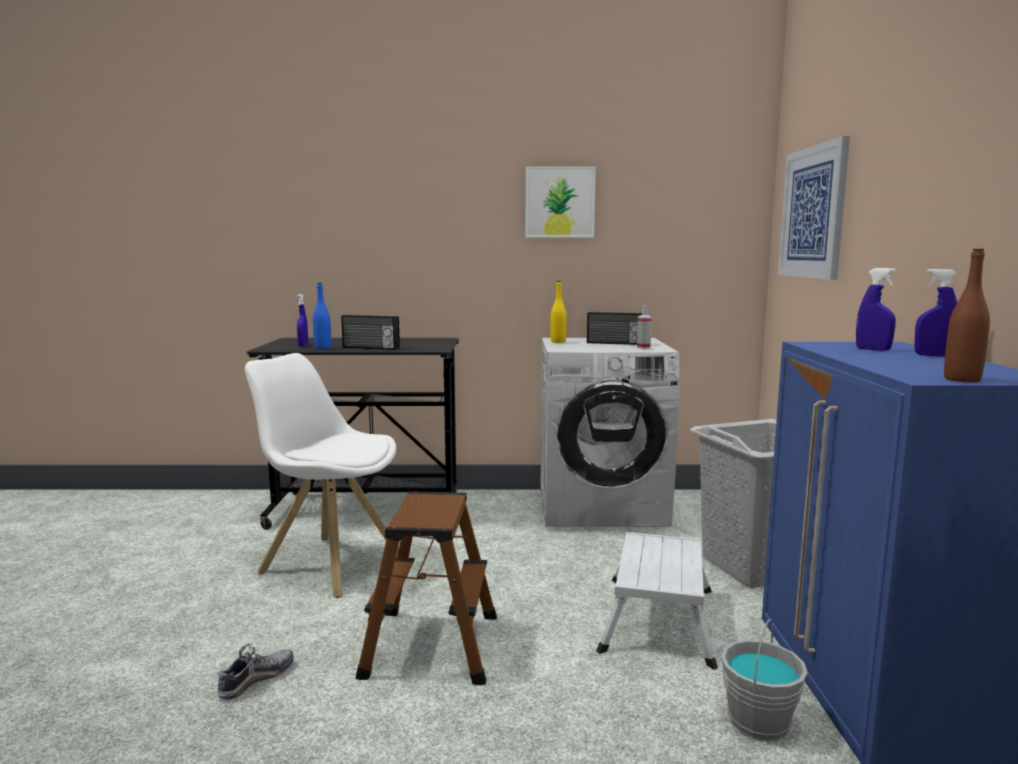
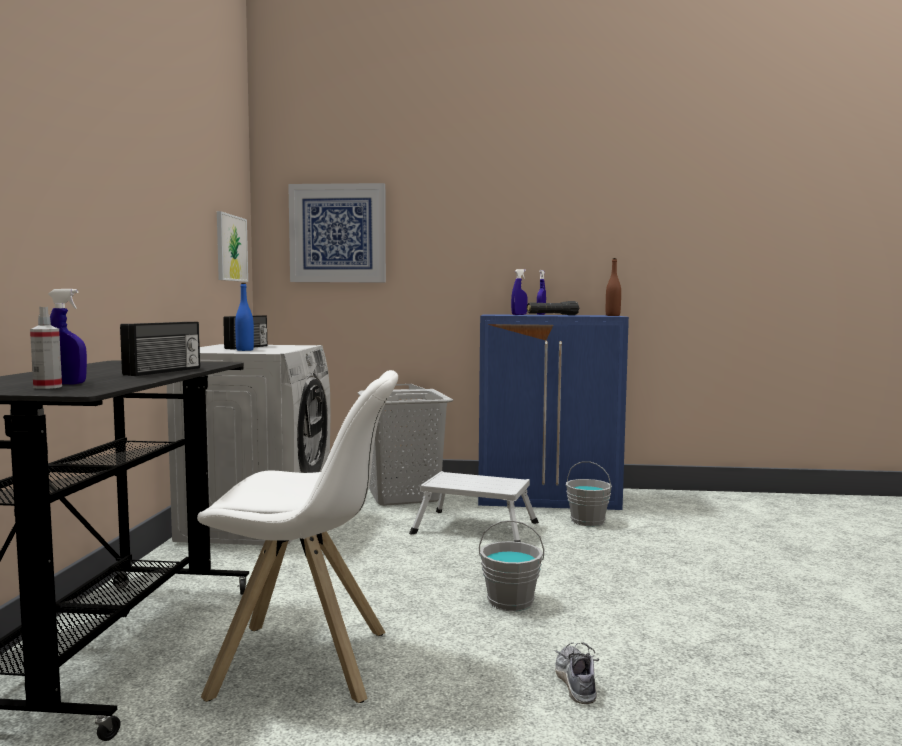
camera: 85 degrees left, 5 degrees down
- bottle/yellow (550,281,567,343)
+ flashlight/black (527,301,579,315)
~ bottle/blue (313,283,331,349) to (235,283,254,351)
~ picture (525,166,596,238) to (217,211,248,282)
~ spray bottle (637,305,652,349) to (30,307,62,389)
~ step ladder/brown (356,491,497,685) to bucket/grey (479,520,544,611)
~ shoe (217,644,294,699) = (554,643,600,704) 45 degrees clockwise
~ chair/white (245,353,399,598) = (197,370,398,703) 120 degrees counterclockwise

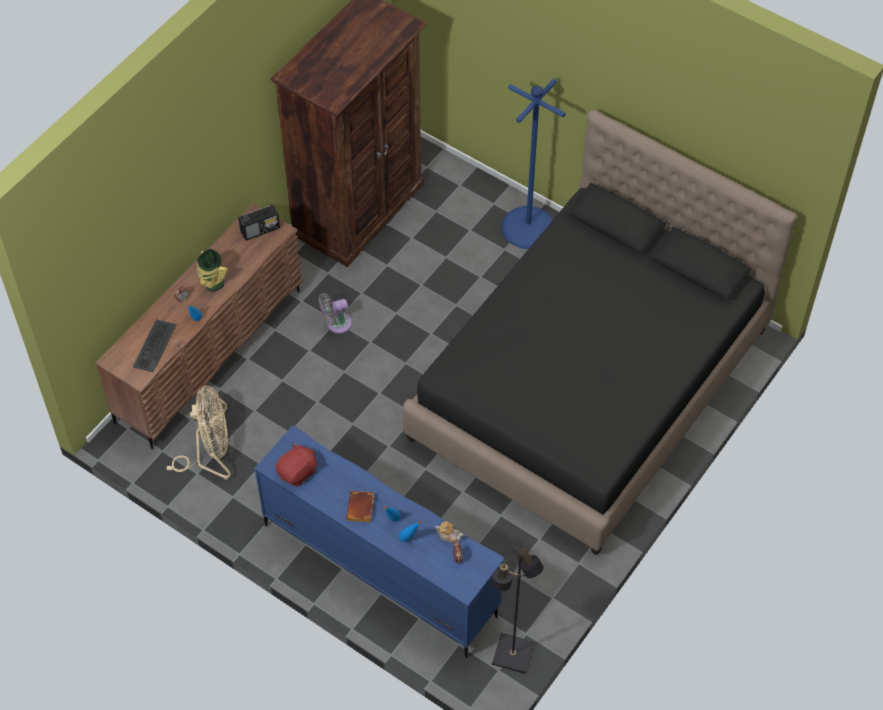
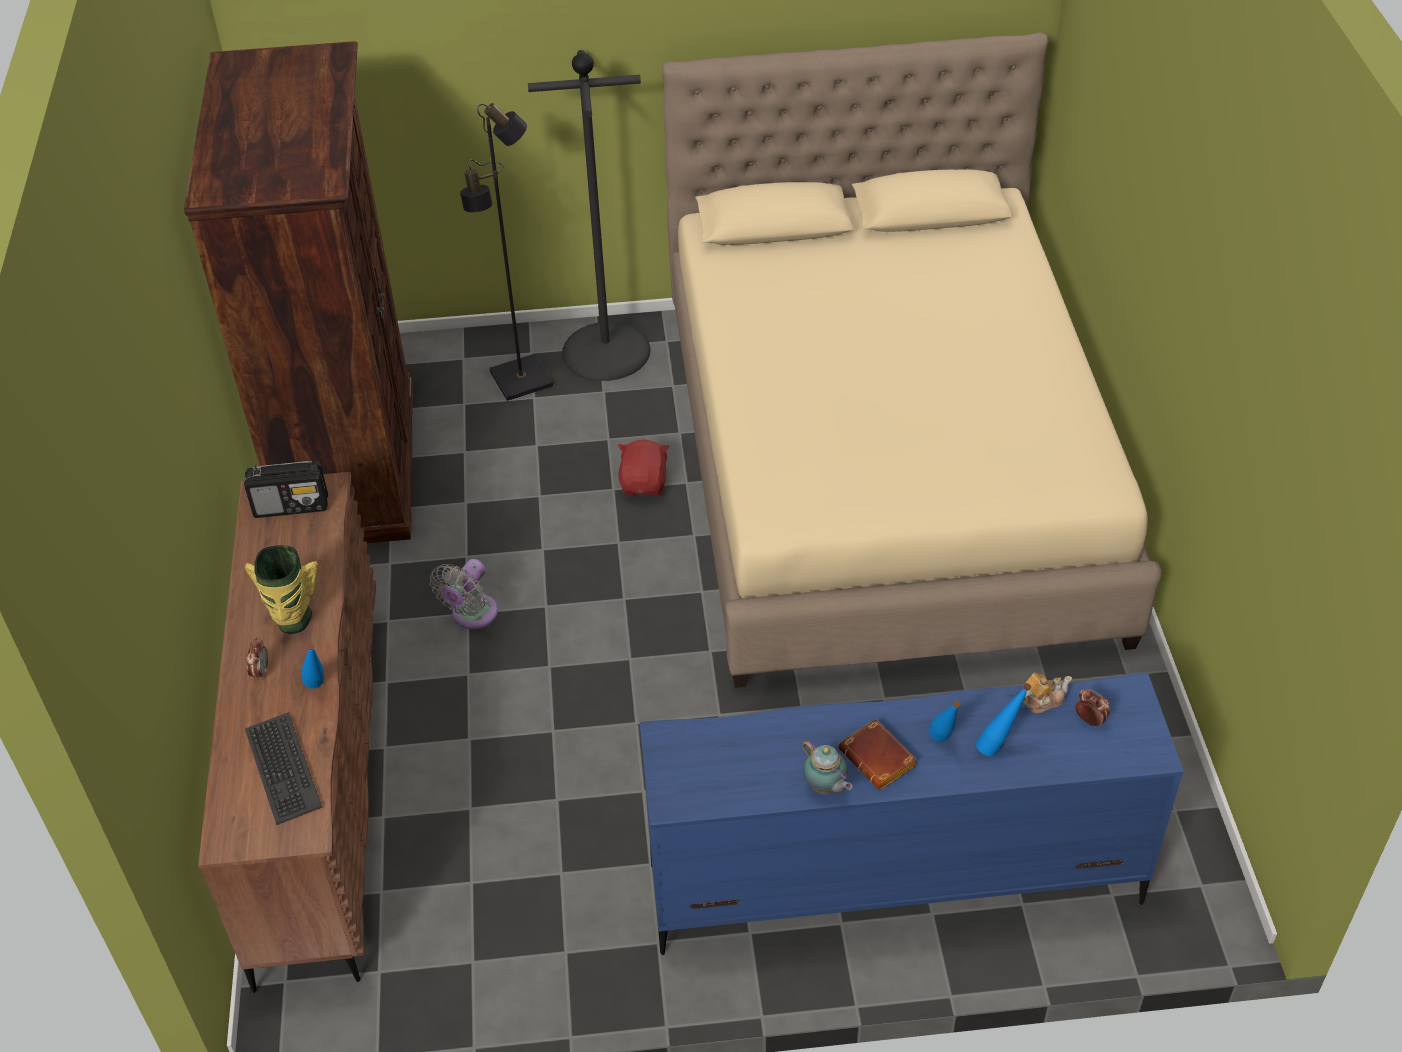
camera: 40 degrees left, 10 degrees down
- fan/beige (165,385,231,480)
+ teapot (802,739,852,794)
~ plush toy/red (275,442,317,487) to (618,440,670,496)
~ floor lamp/black (491,548,544,674) to (460,103,553,401)
~ bed/black (403,110,797,555) to bed/beige (662,33,1161,688)
~ clothes rack/blue (501,79,566,249) to clothes rack/black (528,50,650,381)
~ radio (238,205,280,241) = (244,461,328,518) 60 degrees clockwise

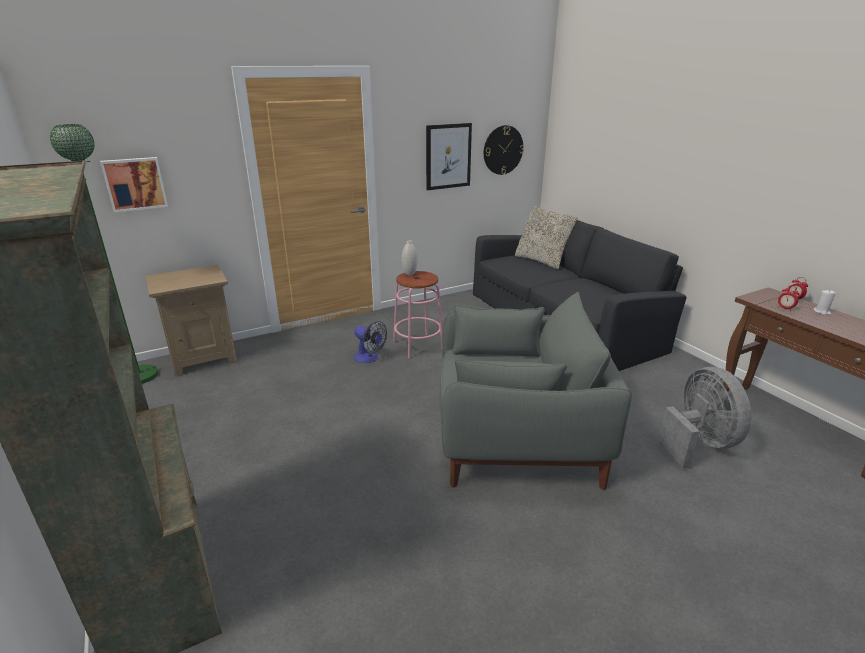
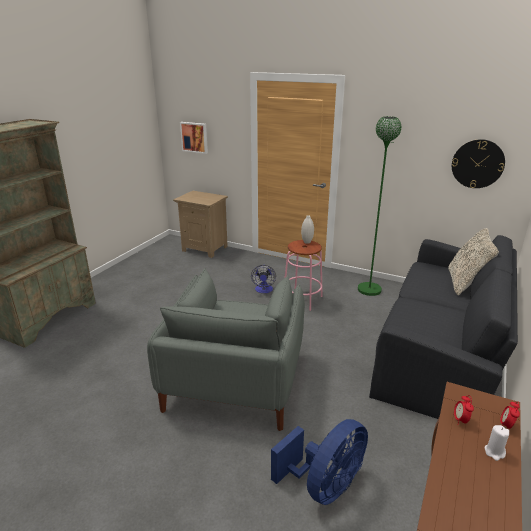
camera: 55 degrees right, 0 degrees up
- picture (426,123,472,190)
~ floor lamp/green (50,124,158,384) to (358,116,401,296)
~ fan/grey (658,367,752,468) to fan/blue (271,419,368,505)
~ armchair/grey (440,292,632,490) = (147,269,305,431) 45 degrees clockwise

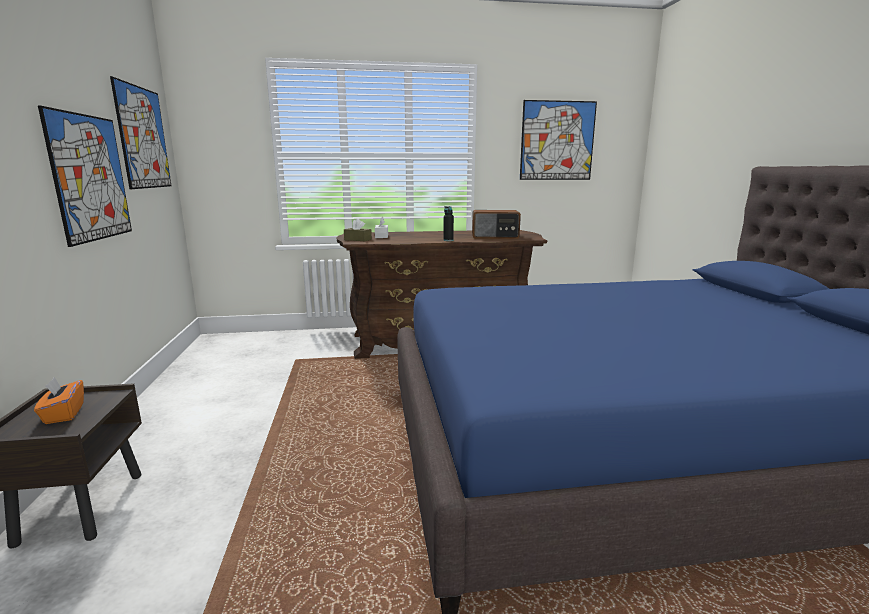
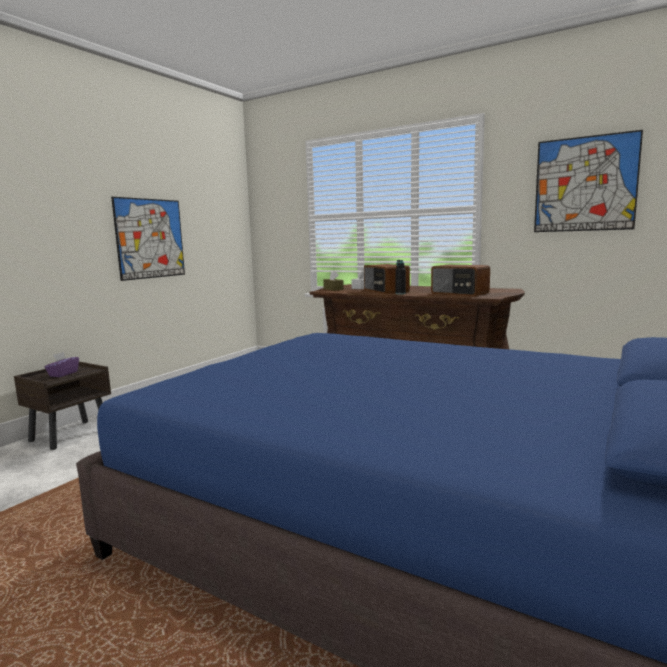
camera: 40 degrees right, 5 degrees down
- picture (110,76,171,189)
+ radio (364,264,410,294)
~ tissue box/orange (34,377,84,424) to tissue box/purple (44,352,79,377)

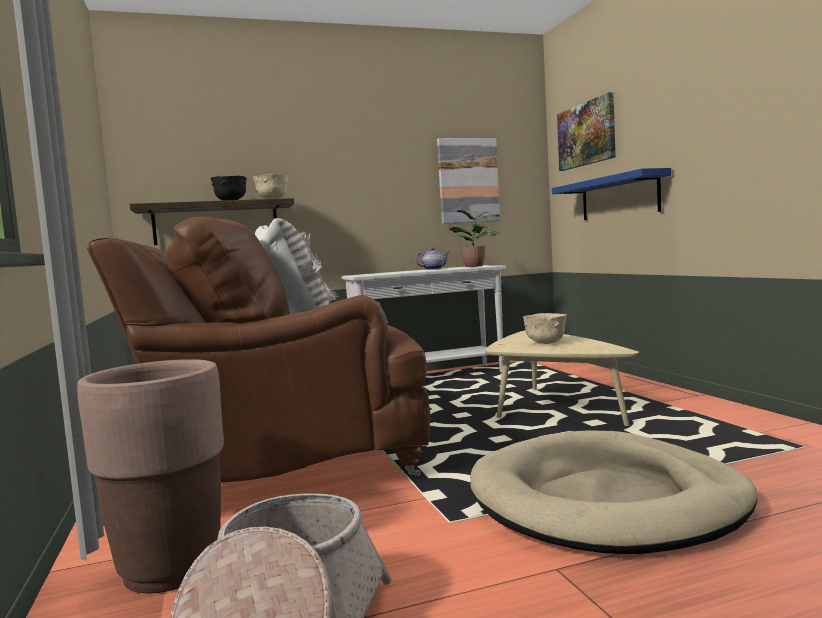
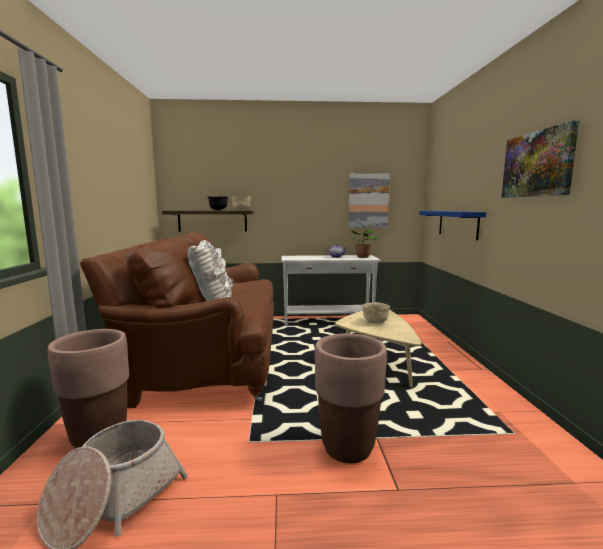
camera: 15 degrees right, 5 degrees up
~ picture (557,92,616,171) to (501,120,579,198)
~ dog bed/beige (470,430,758,554) to planter/brown (315,333,387,463)

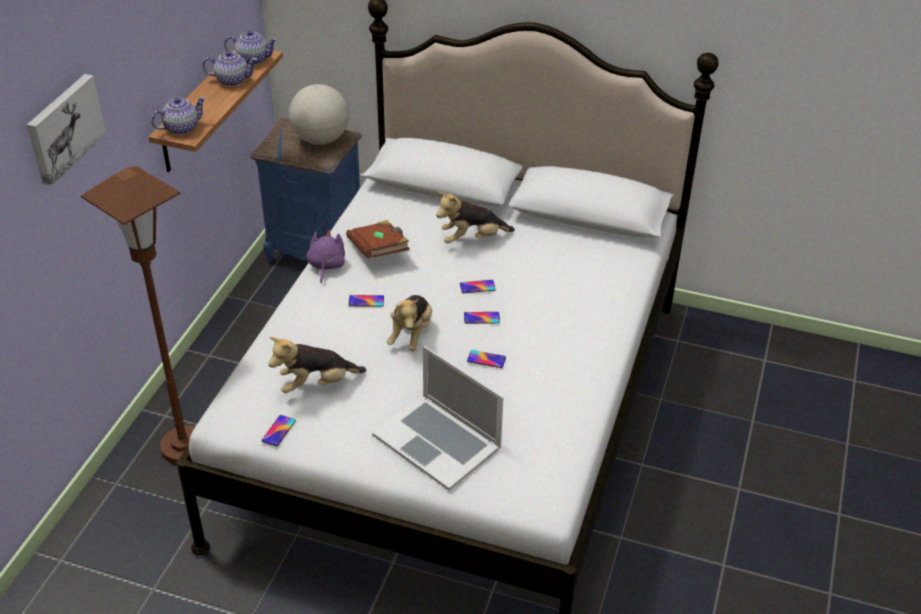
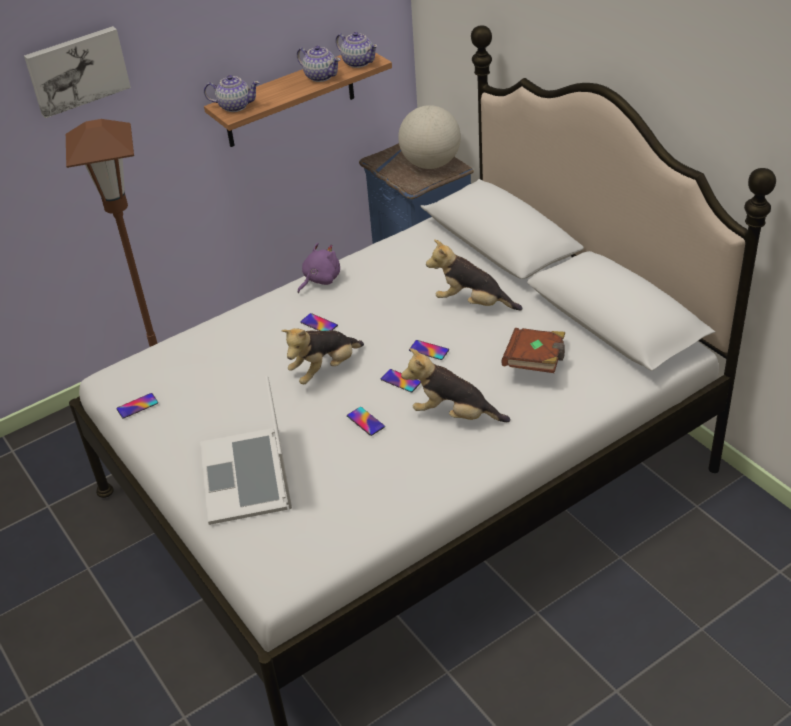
camera: 40 degrees right, 0 degrees up
~ plush toy (269,337,367,393) to (401,348,510,422)
~ book/brown (346,220,409,259) to (501,328,565,373)

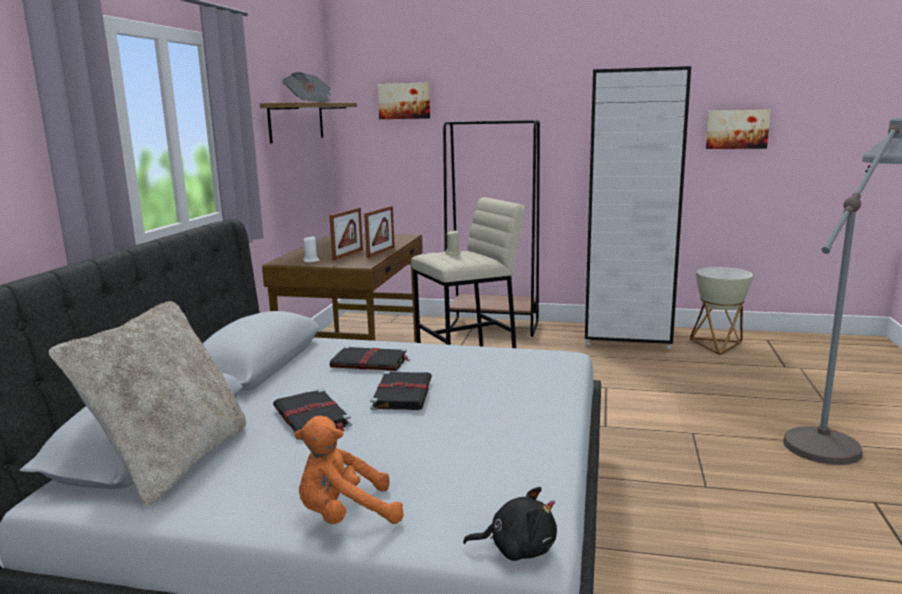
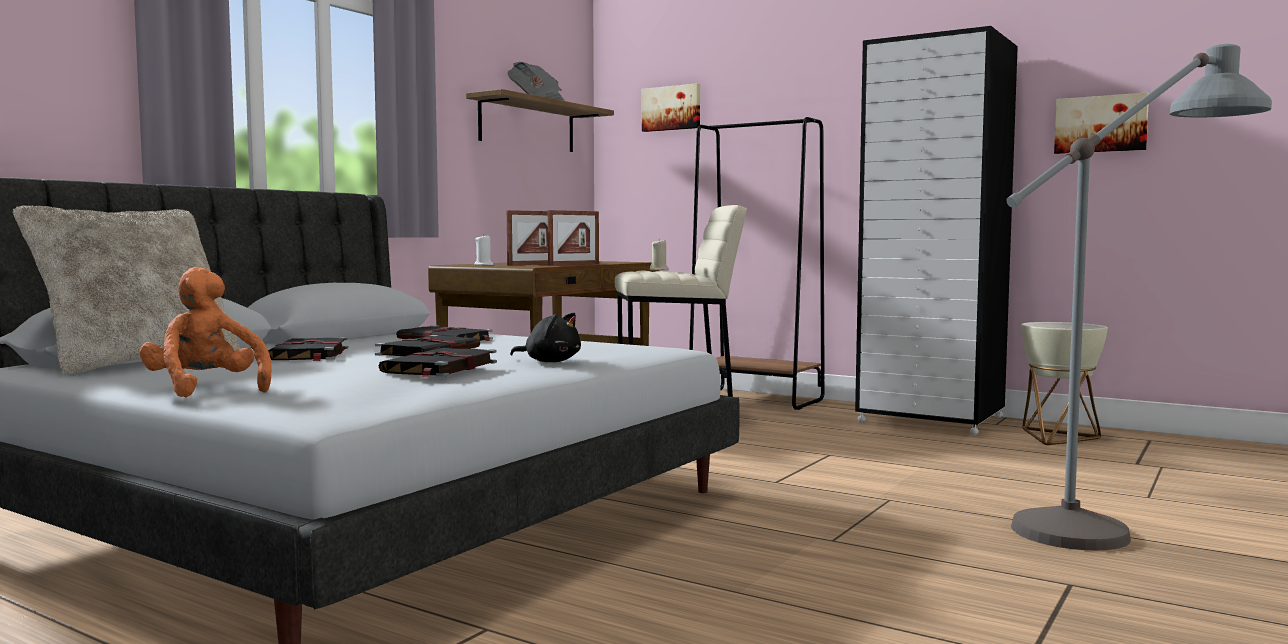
camera: 20 degrees right, 10 degrees down
+ book/black (379,348,497,378)
~ plush toy/black (463,487,557,561) to (510,313,581,362)
~ plush toy/orange (294,416,404,524) = (139,267,272,397) 45 degrees clockwise

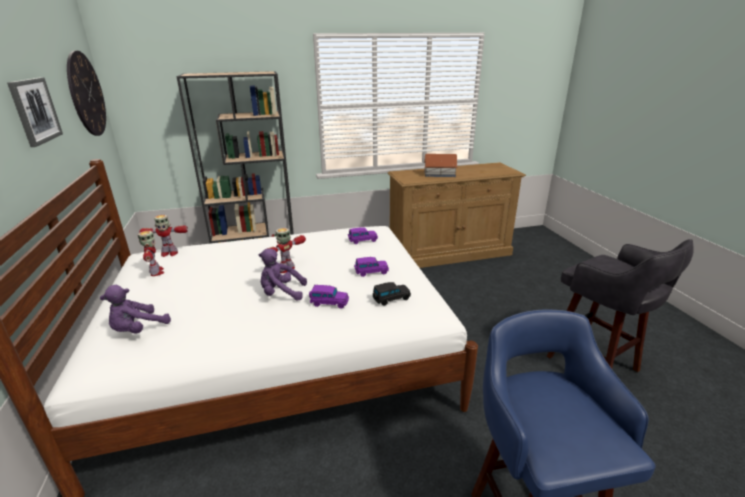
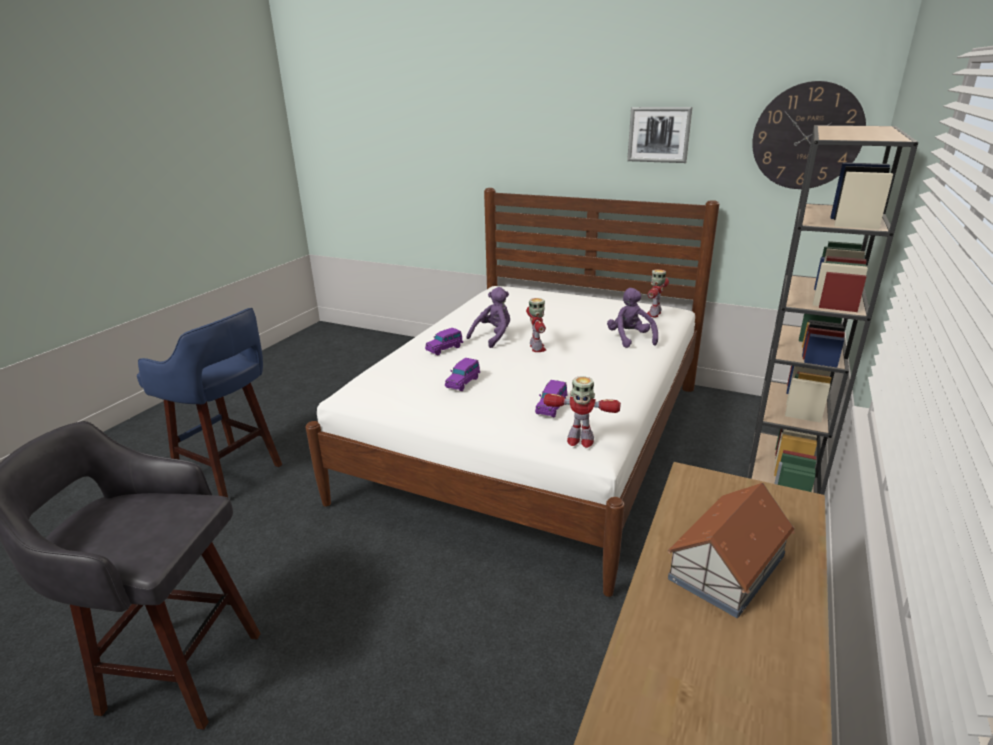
camera: 130 degrees right, 0 degrees up
- toy car/black (373,282,411,306)
~ plush toy/purple (100,285,171,334) to (607,288,658,348)
~ toy robot (138,231,164,276) to (544,376,621,448)

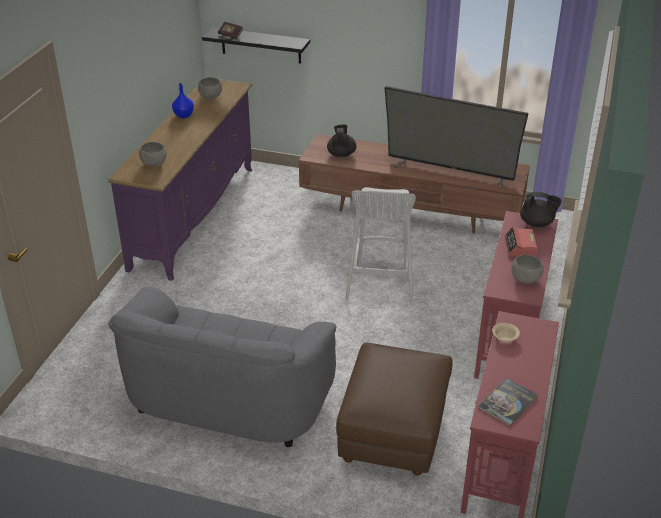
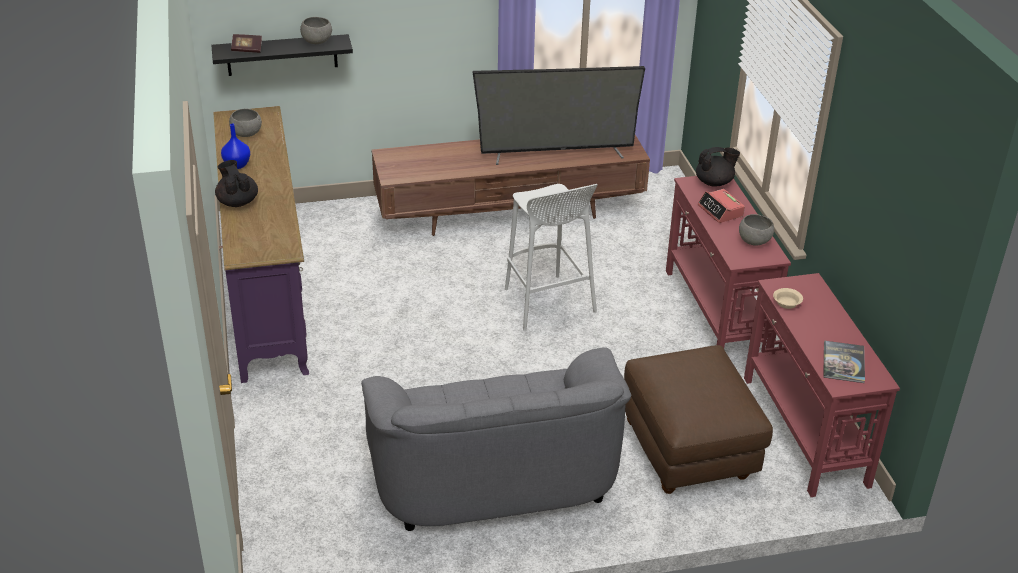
camera: 30 degrees left, 0 degrees up
~ bowl/grey (139,142,167,166) to (300,17,332,44)
~ teapot/black (327,124,357,157) to (215,160,258,207)

